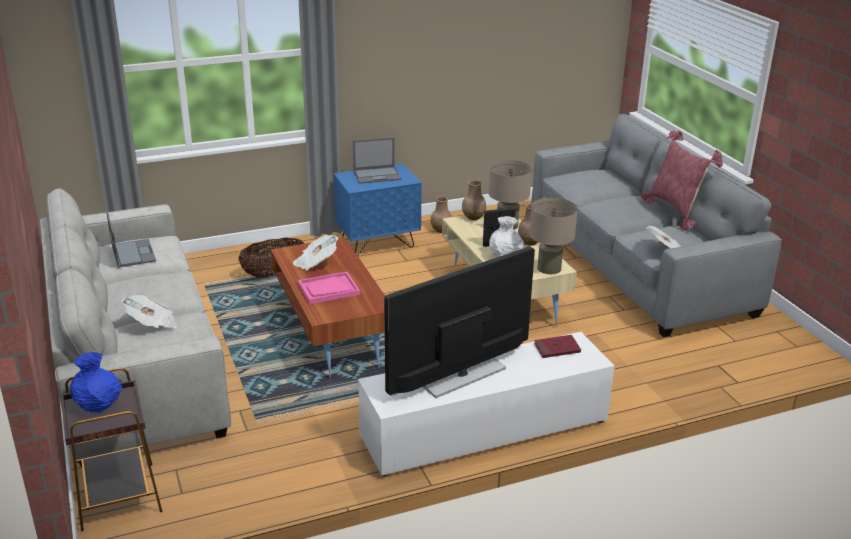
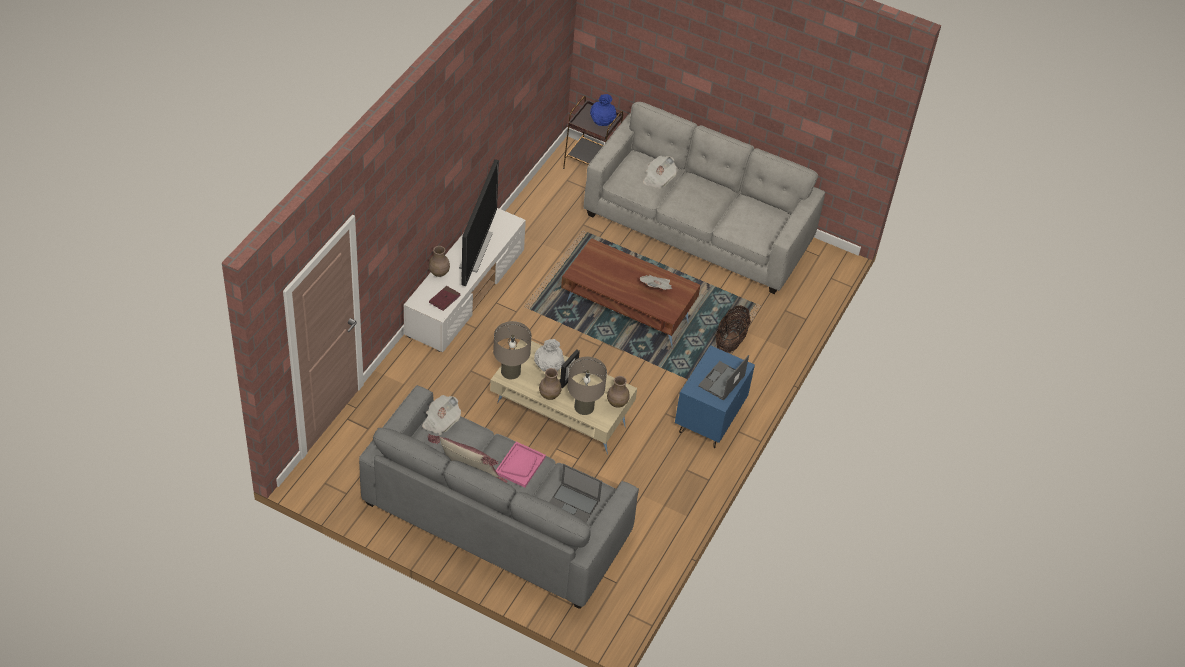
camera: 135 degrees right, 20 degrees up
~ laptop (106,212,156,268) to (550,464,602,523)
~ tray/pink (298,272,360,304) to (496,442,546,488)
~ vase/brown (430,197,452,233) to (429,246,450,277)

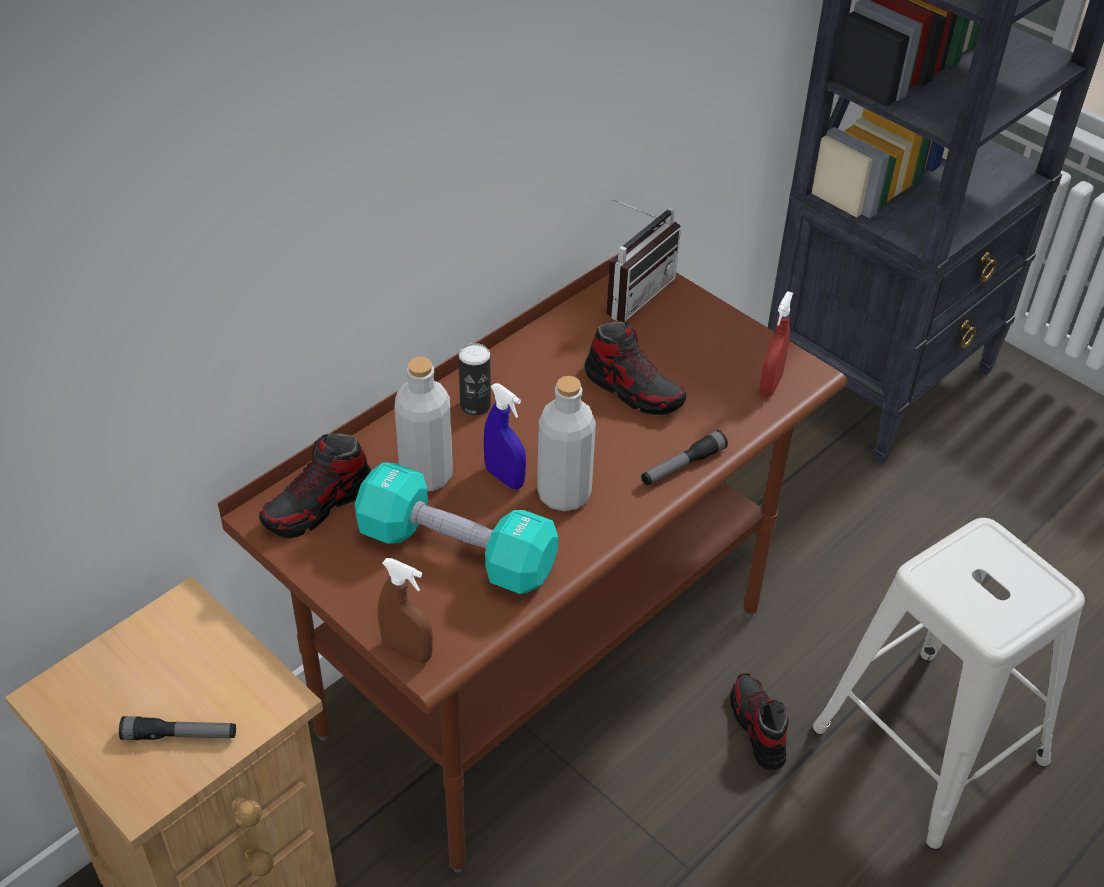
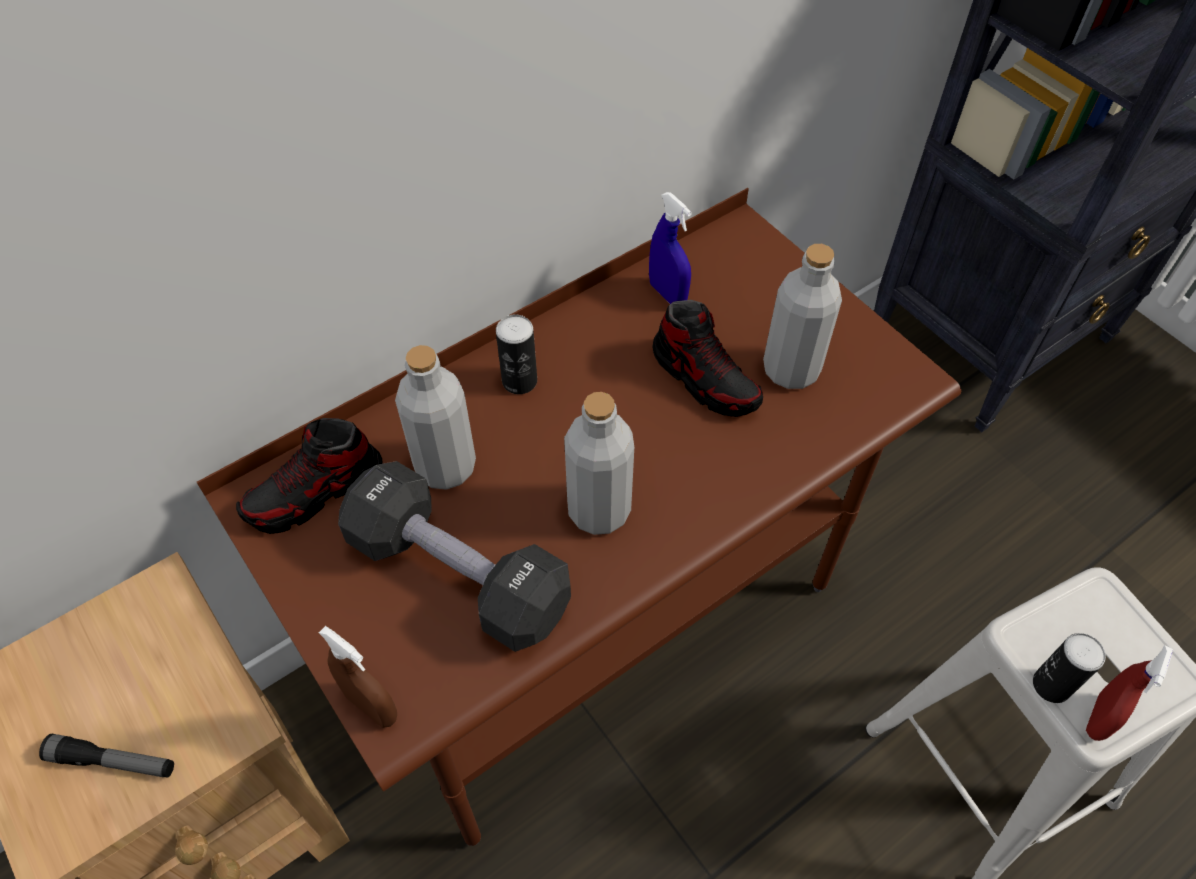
camera: 10 degrees right, 10 degrees up
- radio (606,199,681,322)
- flashlight (641,430,728,485)
- shoe (730,673,789,770)
+ bottle/grey (763,244,842,389)
+ can (1033,633,1106,703)
~ spray bottle/blue (484,383,526,489) to (649,192,692,304)
~ spray bottle/red (759,291,793,396) to (1086,645,1173,741)
~ dumbbell/turquoise (355,462,558,594) to dumbbell/black (338,461,571,652)

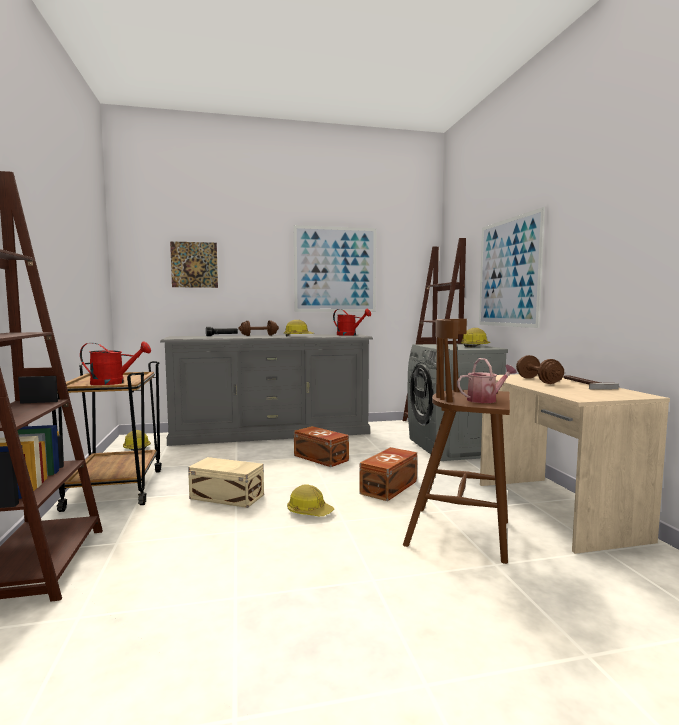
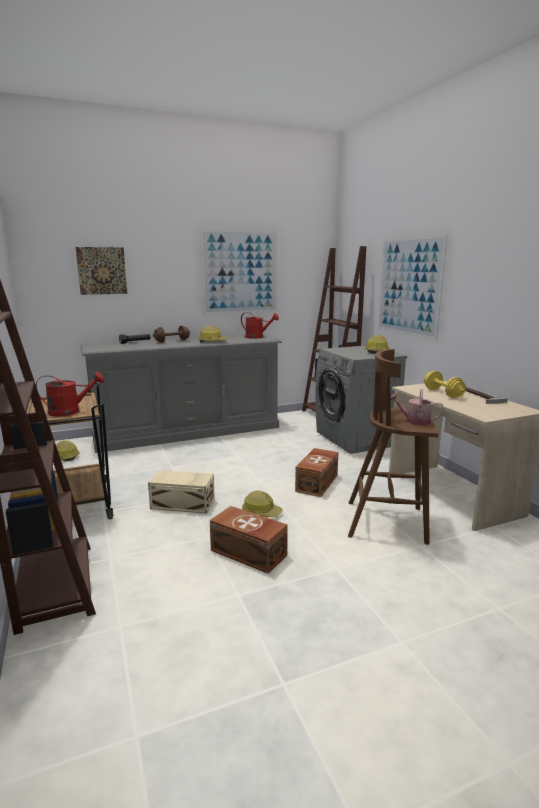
camera: 10 degrees left, 10 degrees up
~ storage box/brown (294,426,349,467) to (210,506,288,574)
~ dumbbell/brown (516,355,564,384) to dumbbell/yellow (424,371,466,398)
~ watering can (457,358,517,403) = (390,388,444,426) 135 degrees counterclockwise

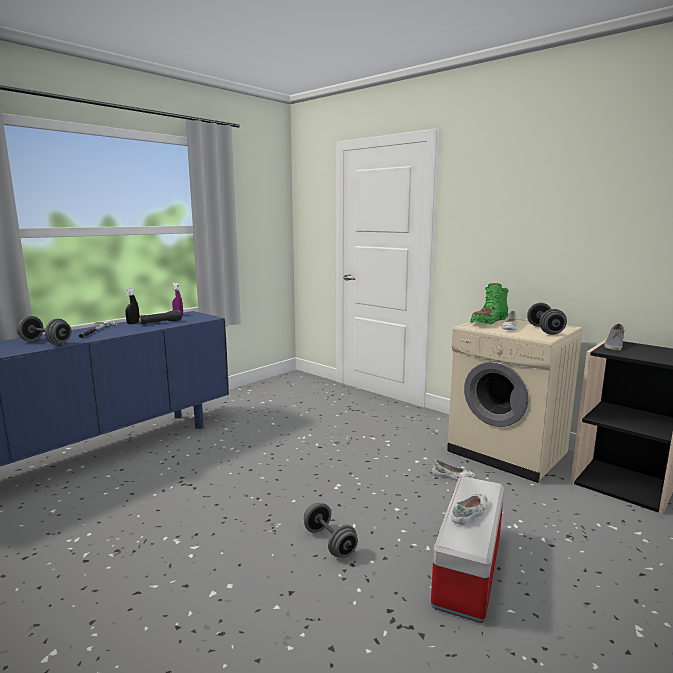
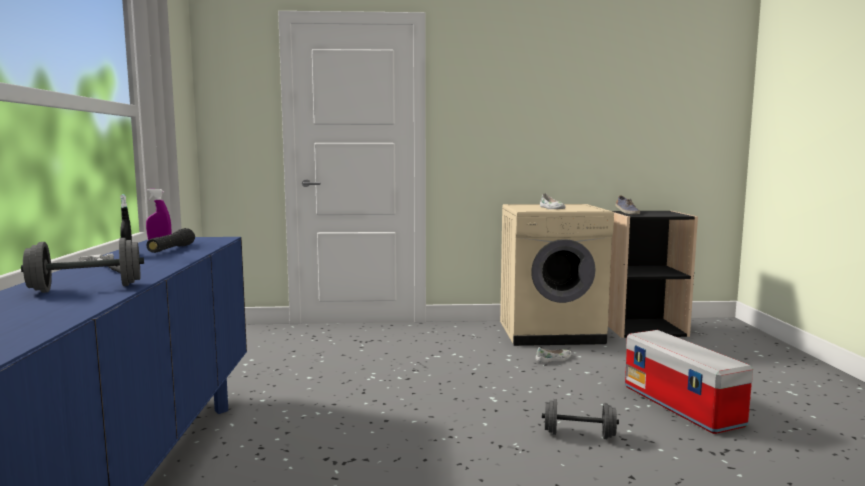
camera: 45 degrees left, 5 degrees down
- shoe/white (451,493,488,525)
- boot/green (470,283,509,325)
- dumbbell/grey (527,303,567,335)

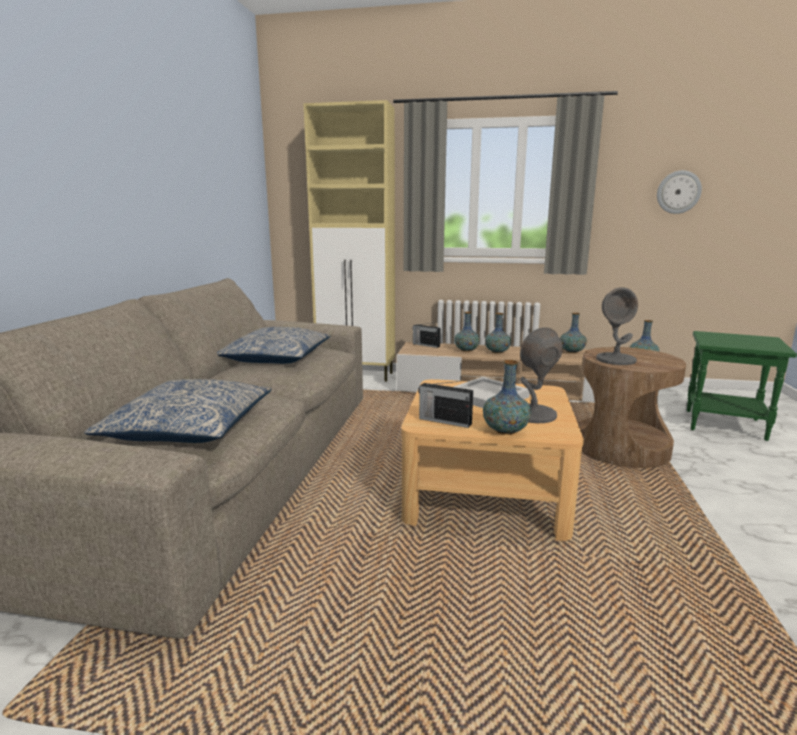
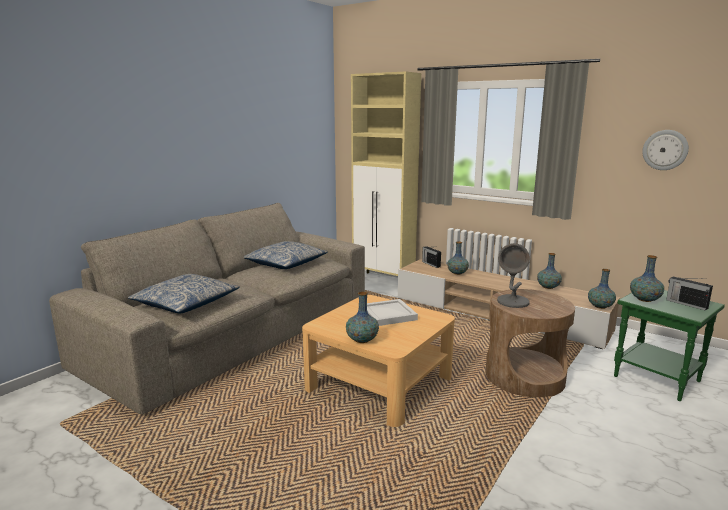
camera: 25 degrees right, 0 degrees up
- table lamp/grey (520,328,563,423)
~ radio (418,381,473,428) to (666,277,713,311)
~ vase (485,313,511,353) to (630,255,664,302)

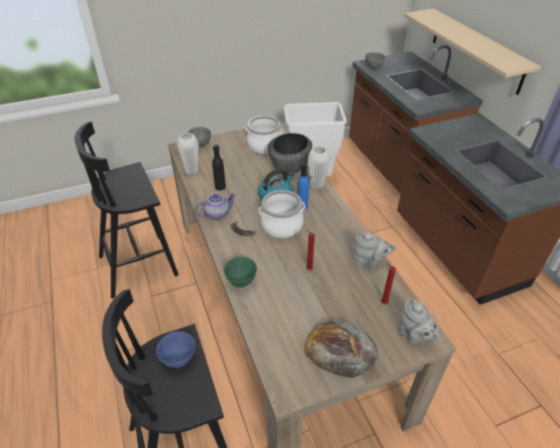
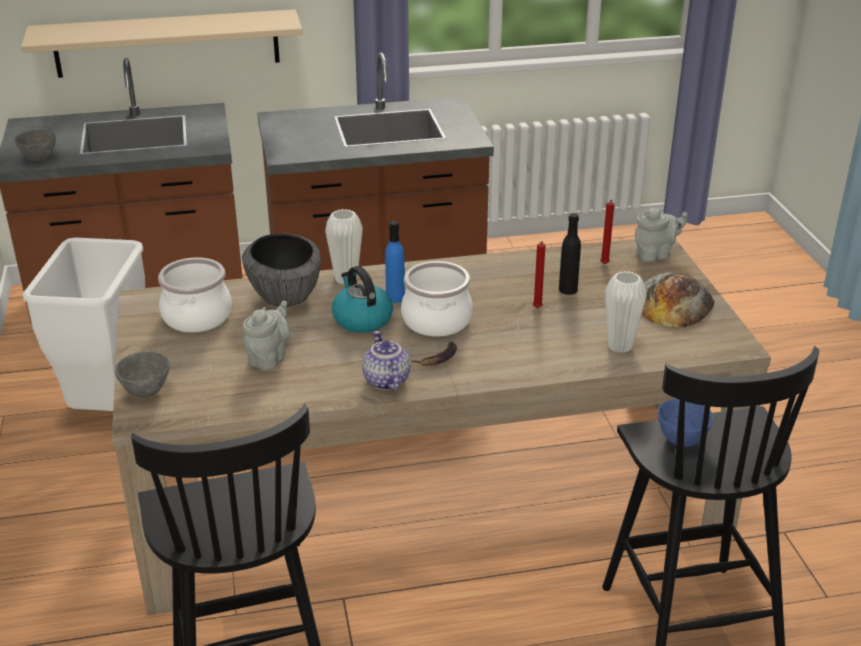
camera: 80 degrees left, 10 degrees down
- bowl/green (224,257,257,287)
~ vase/white (177,133,199,175) to (605,271,647,353)
~ bottle/black (212,145,226,190) to (559,213,581,295)
~ teapot/grey (353,232,396,268) to (243,301,290,371)

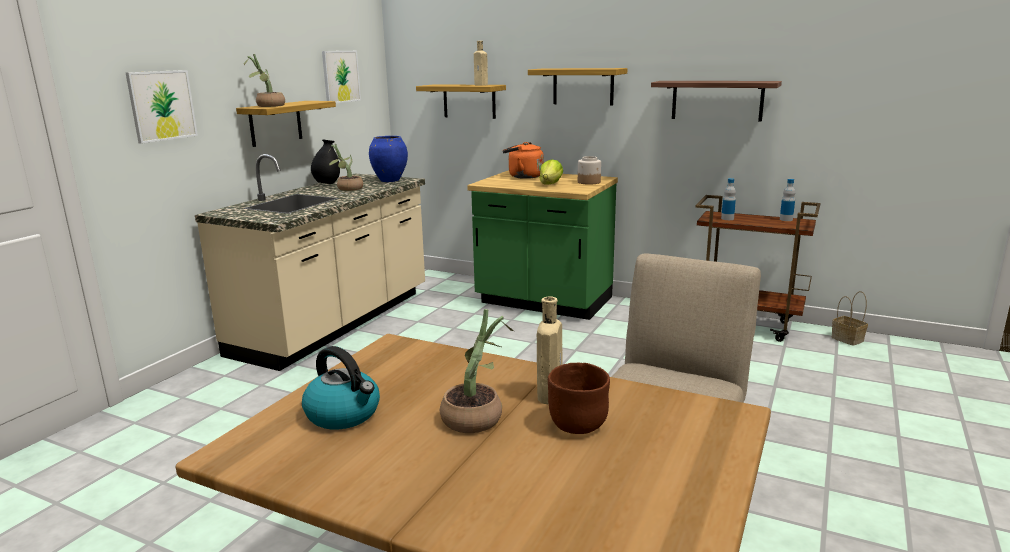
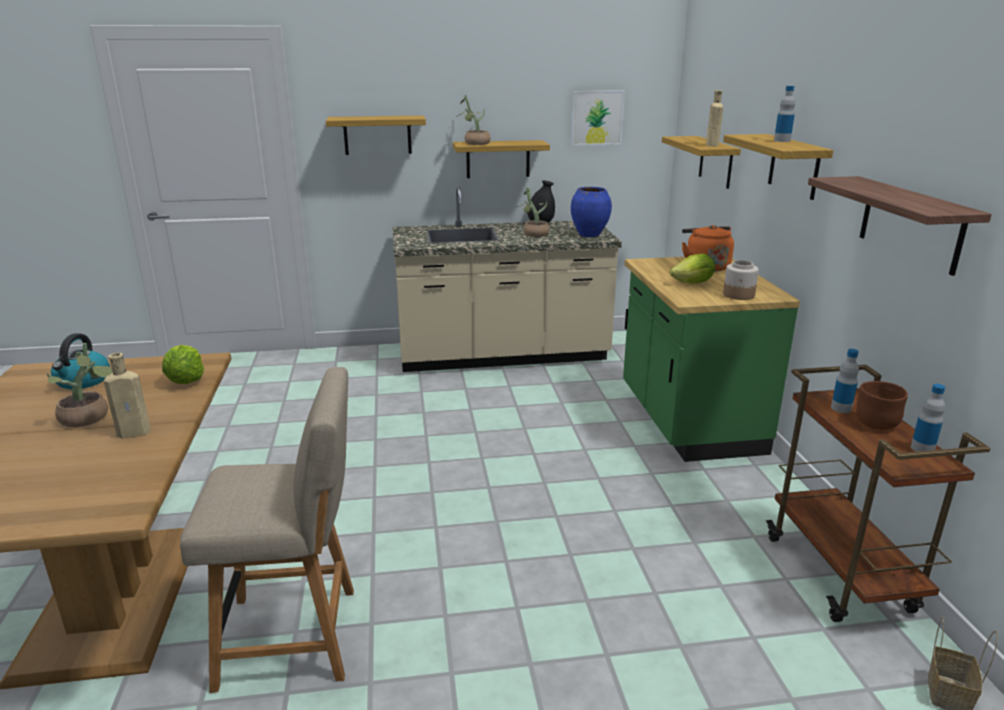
camera: 55 degrees right, 5 degrees up
+ lettuce (162,345,204,384)
+ bottle (774,86,795,142)
~ bowl/brown (548,362,610,434) to (856,381,908,430)
~ picture (126,70,198,144) to shelf (326,116,426,155)

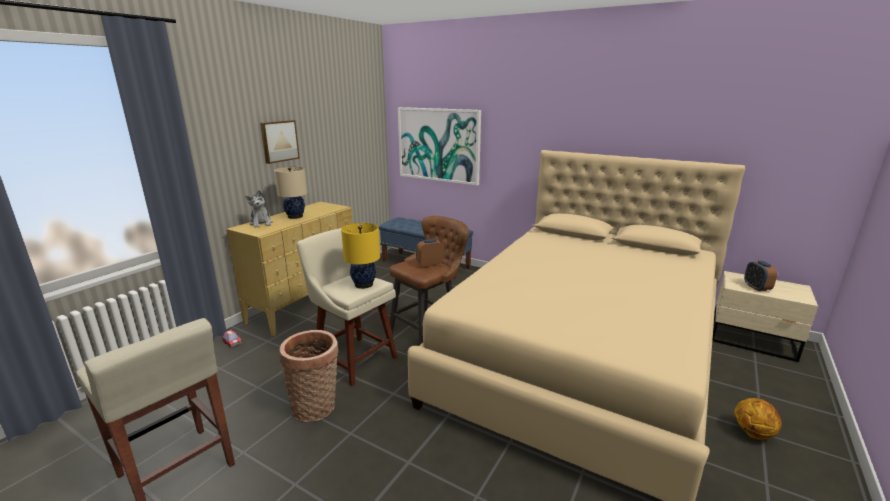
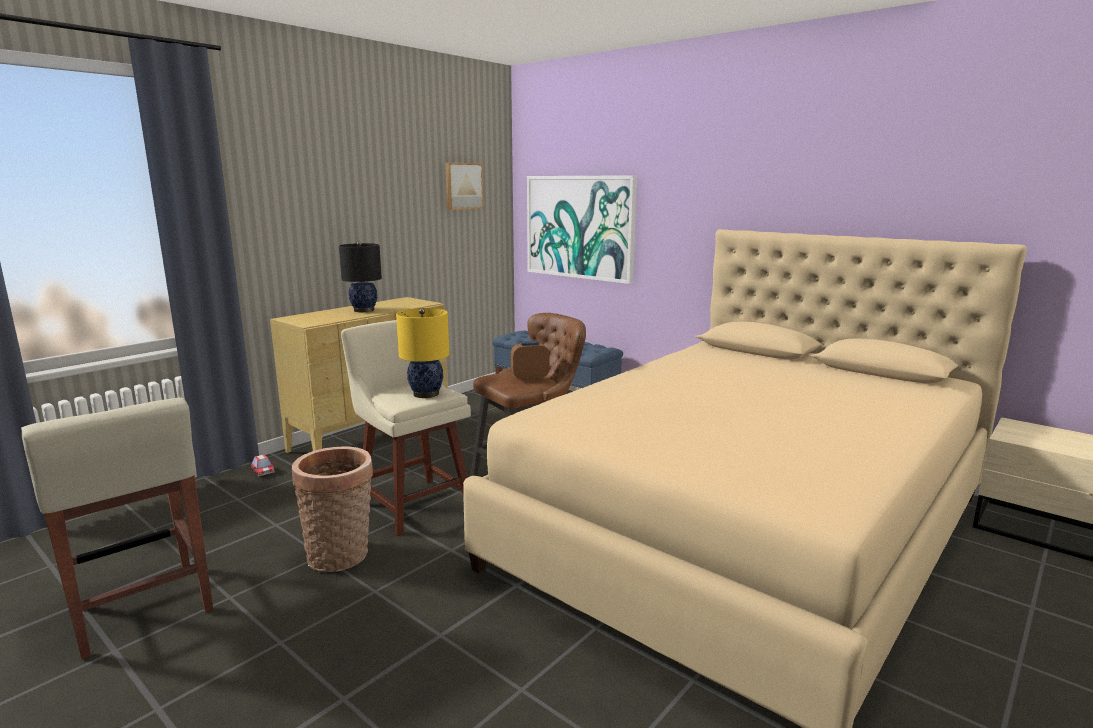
camera: 10 degrees right, 5 degrees down
- plush toy (245,190,273,228)
- basketball (734,398,782,440)
- alarm clock (744,261,777,291)
~ picture (260,120,300,164) to (445,163,484,210)
~ table lamp/beige (274,167,307,219) to table lamp/black (339,242,382,312)

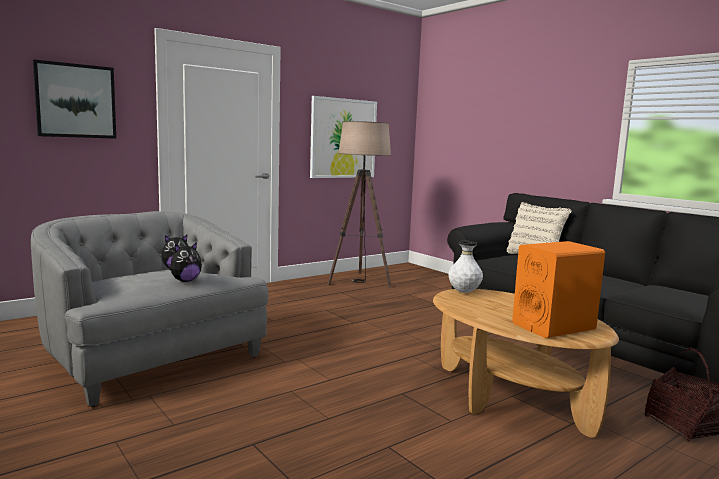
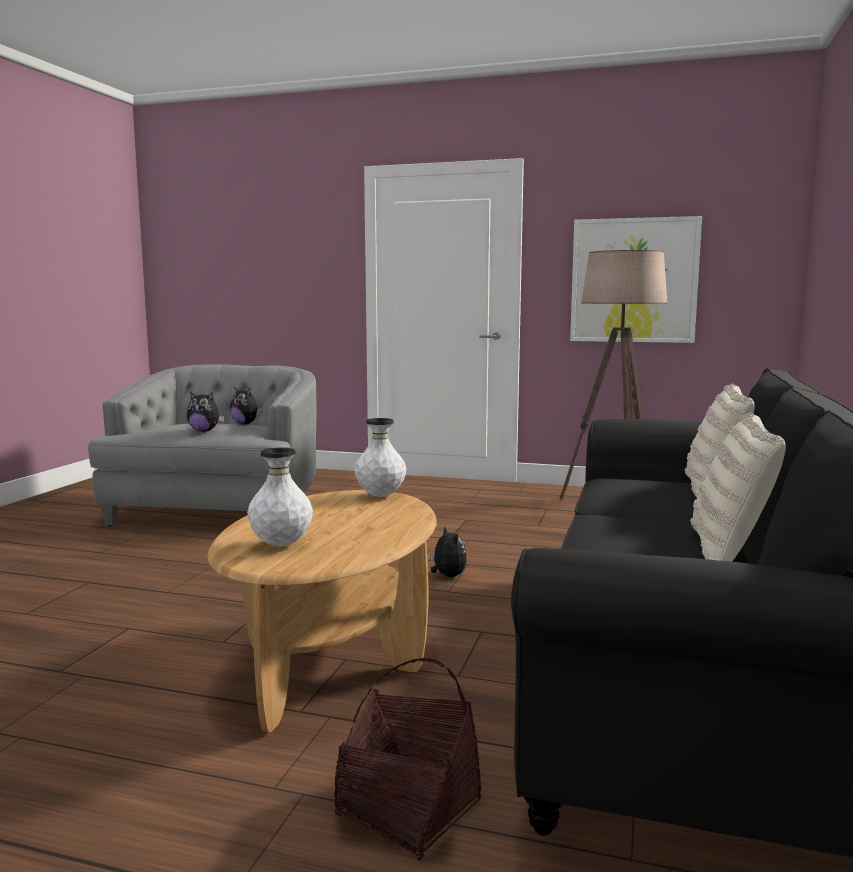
camera: 55 degrees right, 0 degrees up
- picture (33,59,116,139)
+ plush toy (431,527,467,577)
+ pillow/beige (690,412,786,562)
~ speaker/orange (512,241,605,338) to vase/white (247,448,313,546)

